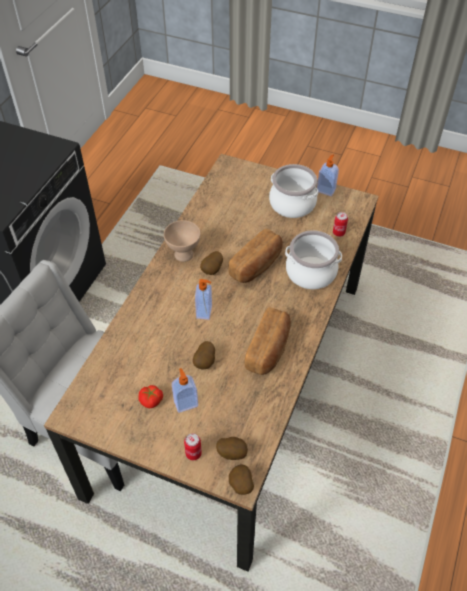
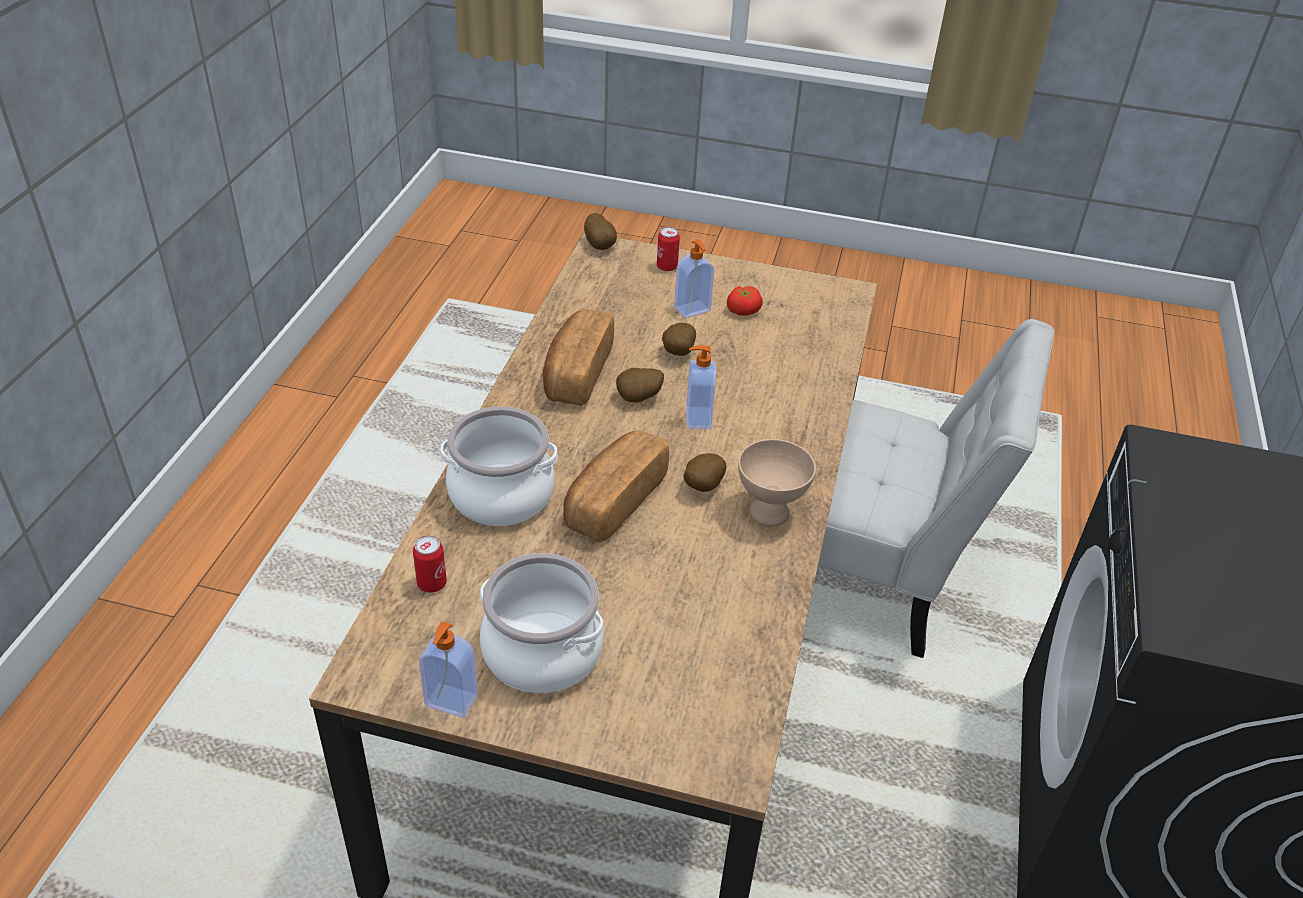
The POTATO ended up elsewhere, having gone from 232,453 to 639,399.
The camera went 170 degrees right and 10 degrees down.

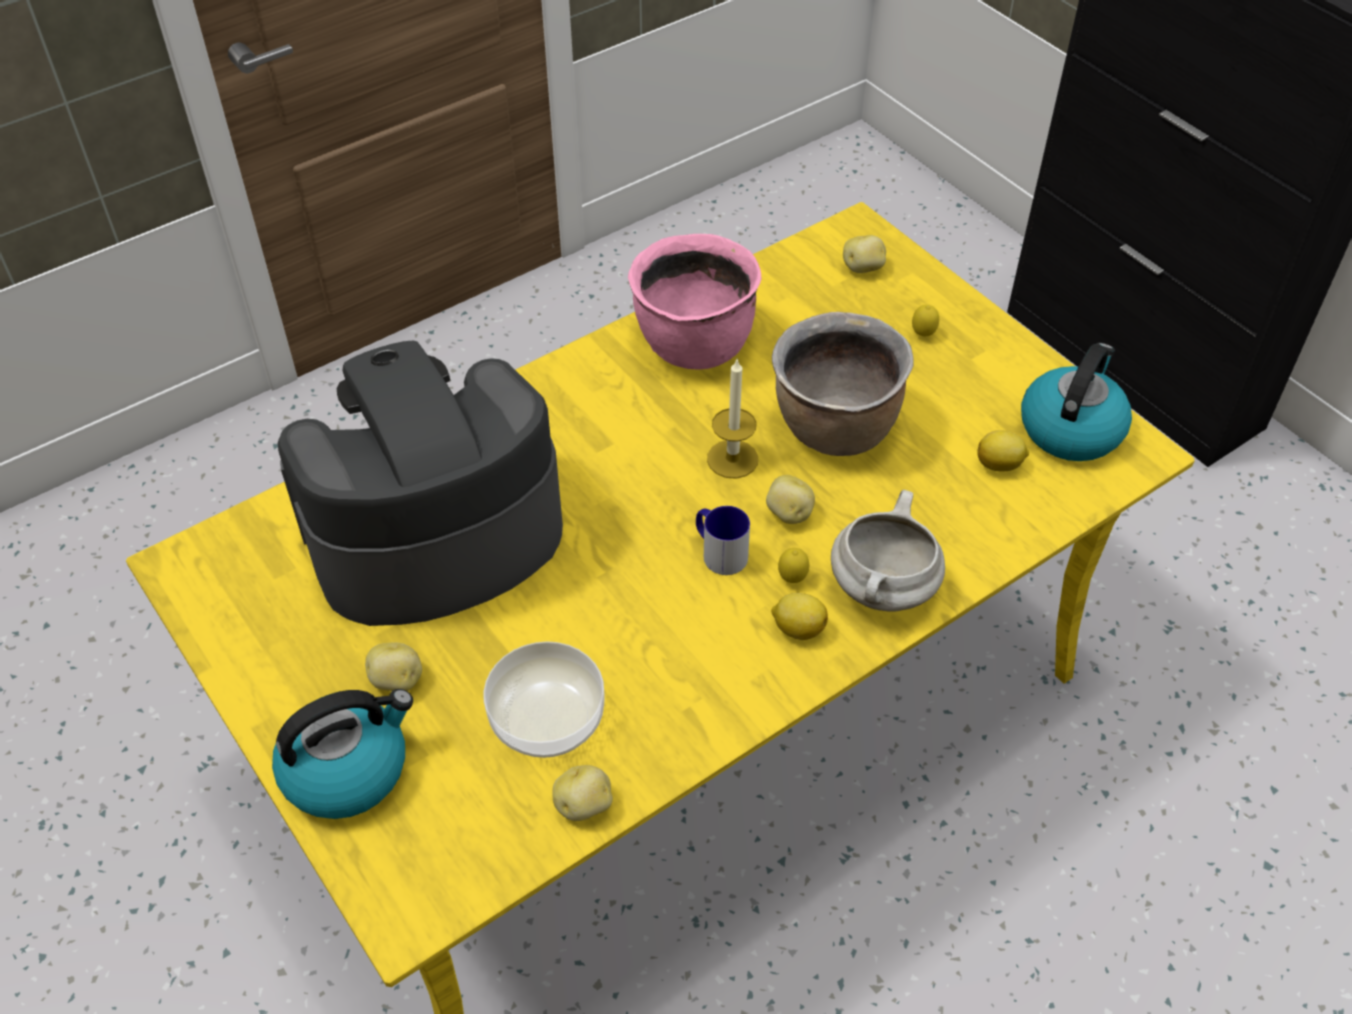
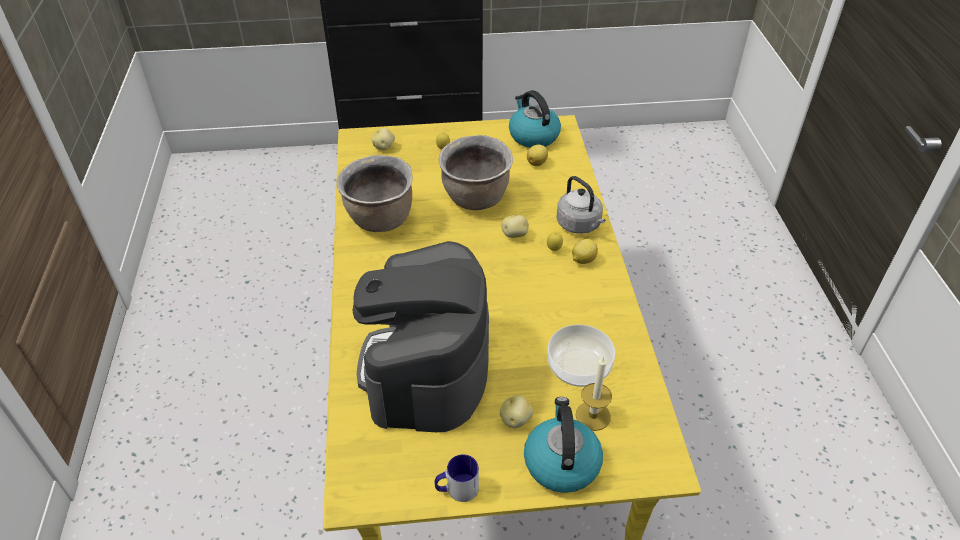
What was the PINK-COLOURED SAUCEPOT at 693,345 turned into the BROWNISH SAUCEPOT at 380,220.
The MUG ended up elsewhere, having gone from 719,552 to 456,489.
Where the WHITISH SAUCEPOT stood at 884,589, the GRAY KETTLE came to stand at 580,225.
The WAX LIGHT ended up elsewhere, having gone from 732,459 to 593,415.
The second view lost the POTATO at 585,805.
The camera went 60 degrees left and 5 degrees down.

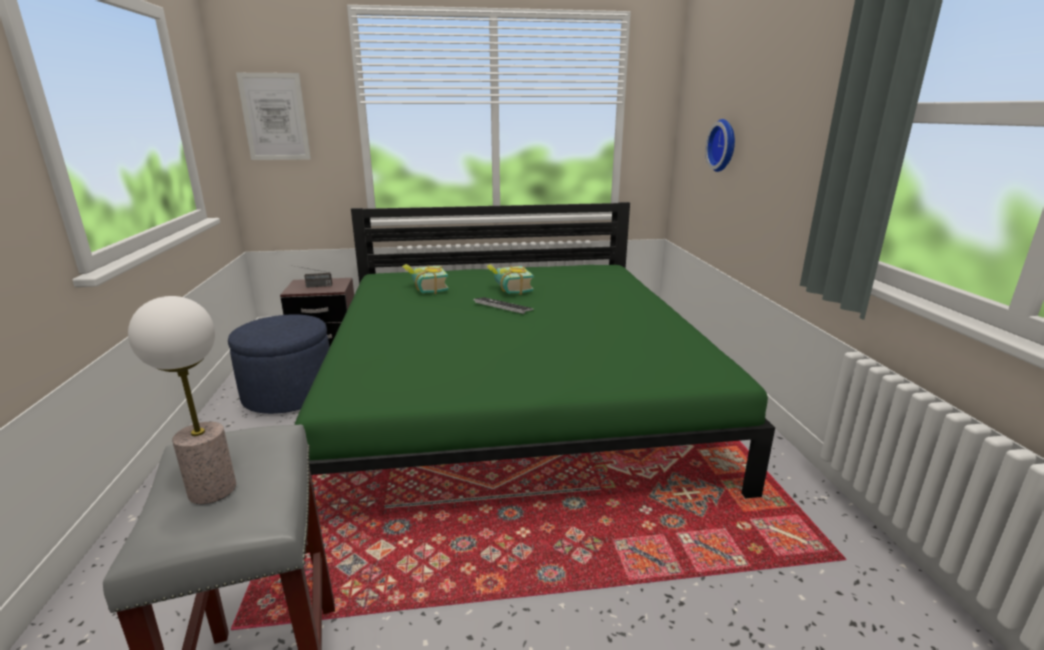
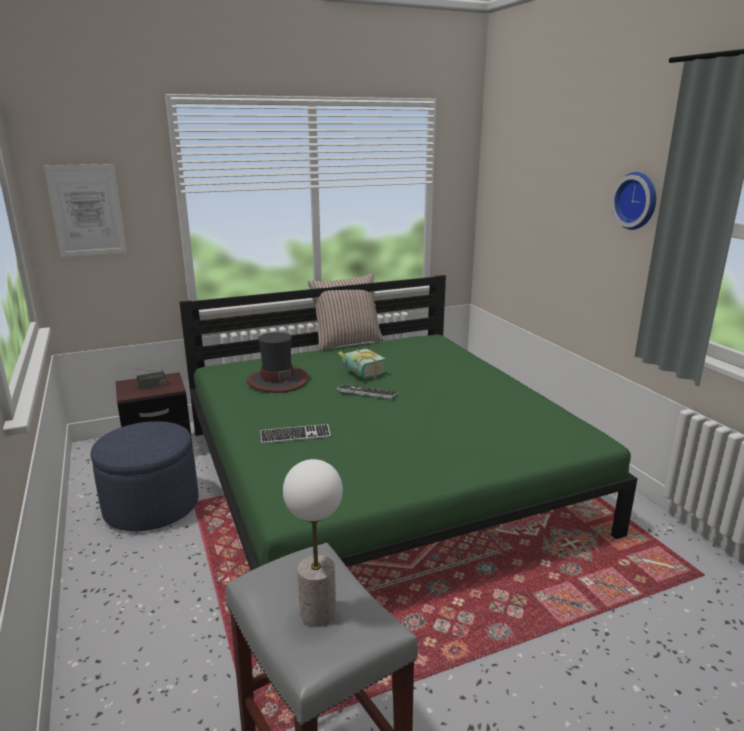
Where the VOLUME stood at 425,289, the HAT came to stand at 277,381.
The second view gained the COMPUTER KEYBOARD at 295,435.
The second view gained the PILLOW at 347,342.
The CLOCK ON THE WALL ended up elsewhere, having gone from 724,145 to 637,200.
The camera went 15 degrees left and 0 degrees up.

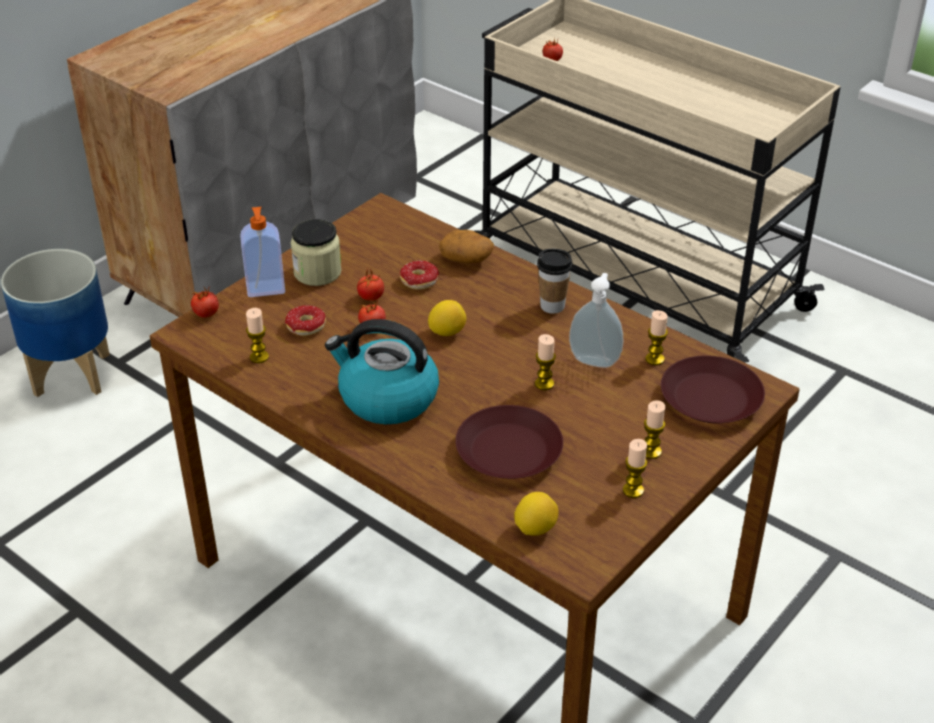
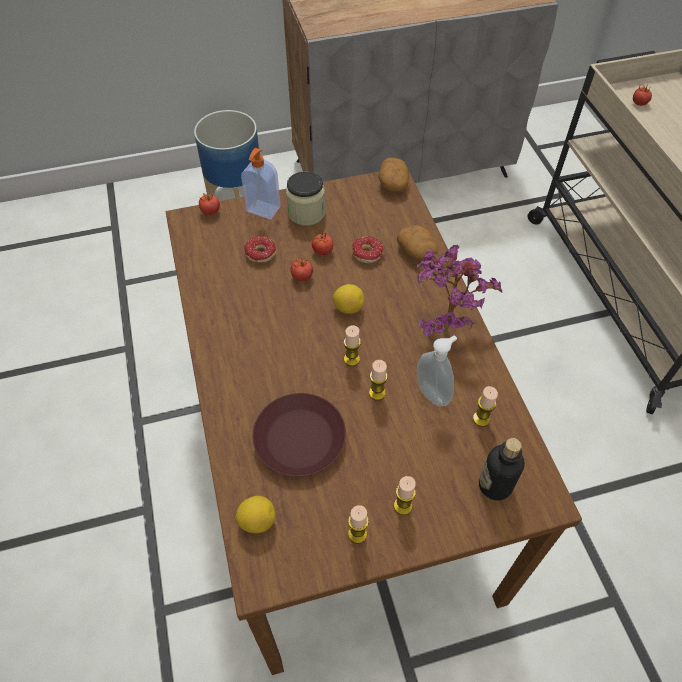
The WAX LIGHT ended up elsewhere, having gone from 259,357 to 351,359.
The second view gained the POTATO at 392,183.
Where the DRINKING CUP stood at 552,306, the PLANT IN A POT came to stand at 443,325.
Where the BROWNISH FLAT DISH stood at 711,399, the BEVERAGE BOTTLE came to stand at 495,485.
The second view lost the KETTLE at 386,398.
The camera went 35 degrees right and 15 degrees up.

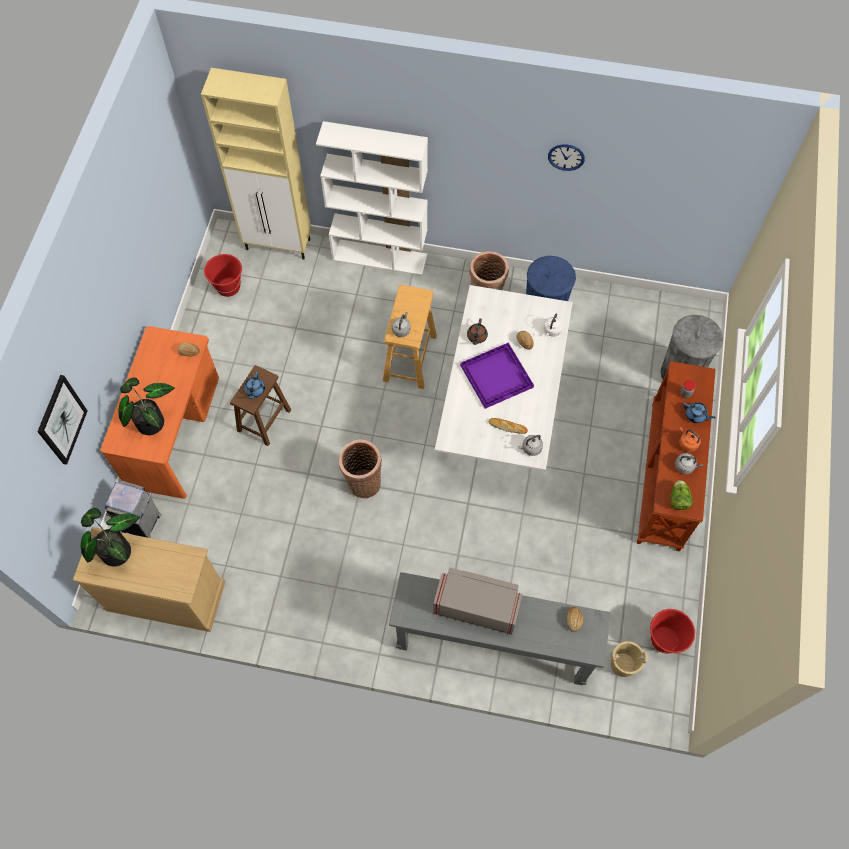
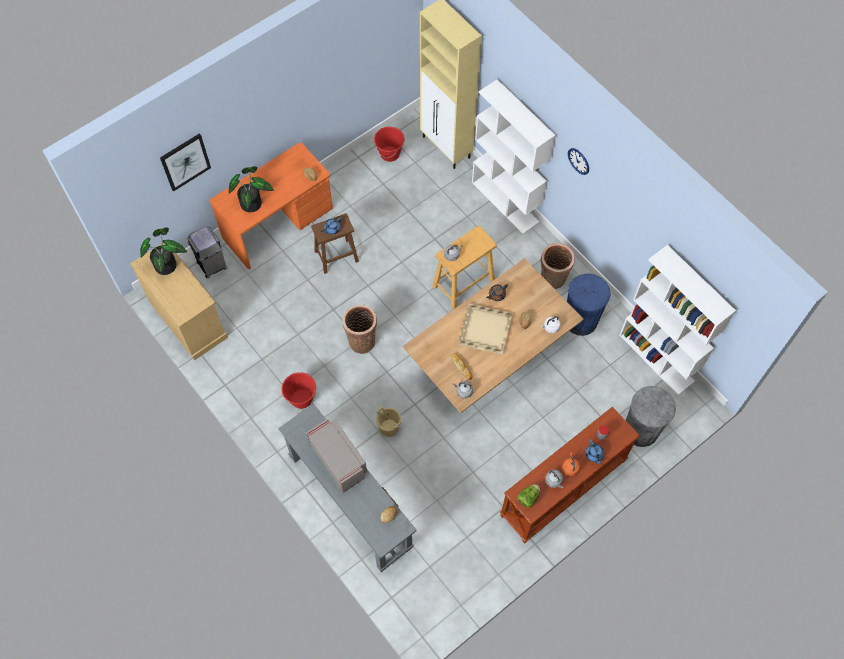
The RED-COLOURED WATER BUCKET ended up elsewhere, having gone from 664,640 to 301,399.
The BEIGE-COLOURED WATER BUCKET ended up elsewhere, having gone from 623,664 to 389,427.
What was the WHITISH DINNER TABLE at 500,413 turned into the BROWNISH DINNER TABLE at 489,363.
What was the PURPLISH SERVING TRAY at 496,375 turned into the BEIGE-COLOURED SERVING TRAY at 486,329.
The CLOCK ON THE WALL ended up elsewhere, having gone from 566,157 to 578,161.
The second view gained the WHITISH BOOKCASE at 657,358.
The camera went 40 degrees right and 0 degrees up.

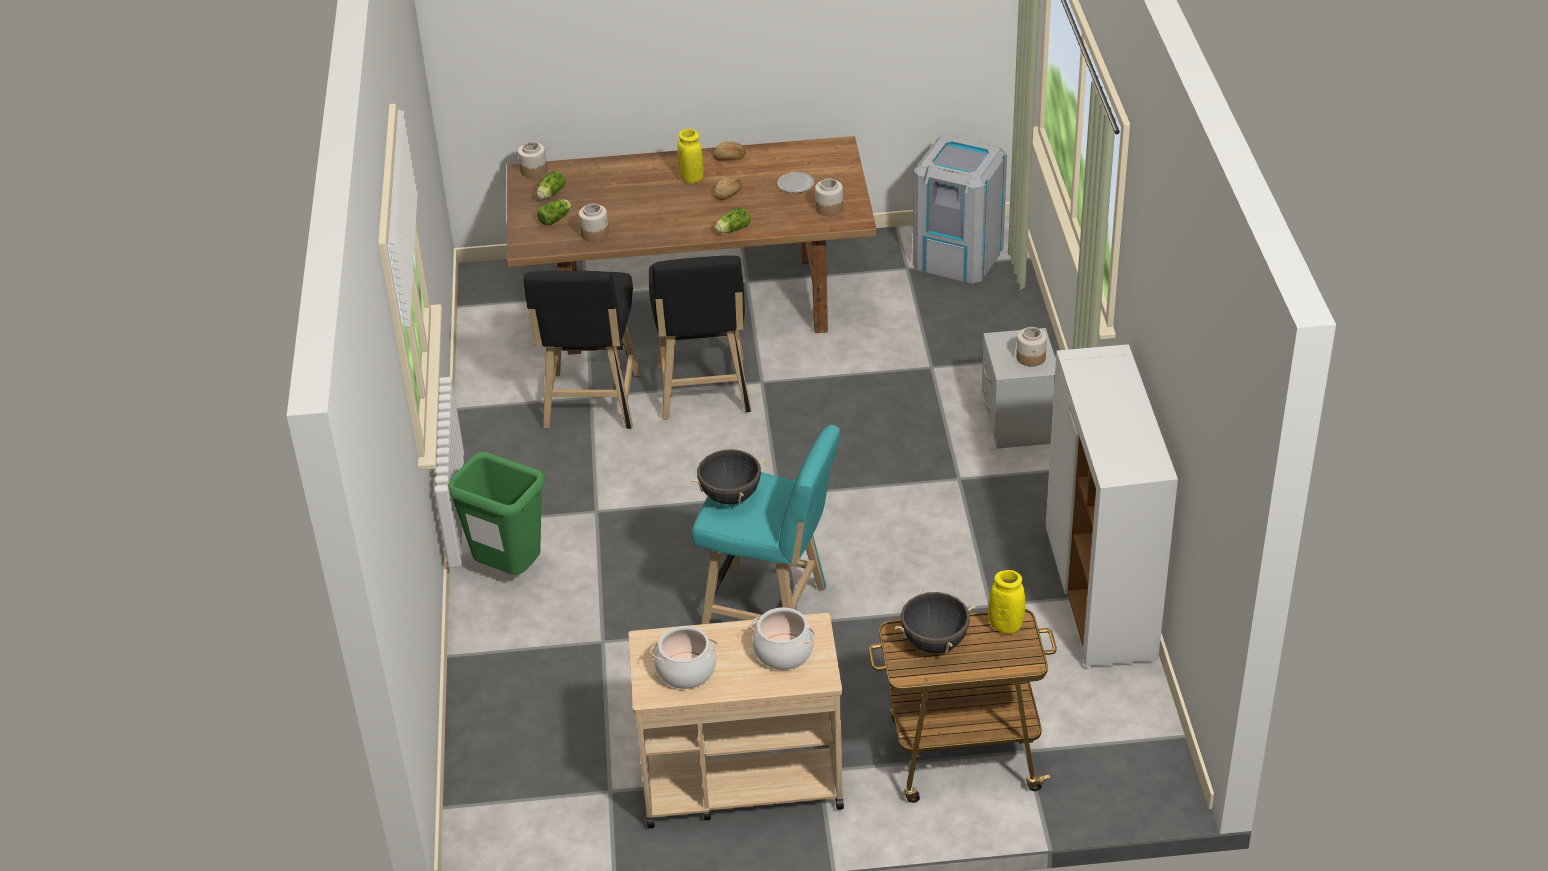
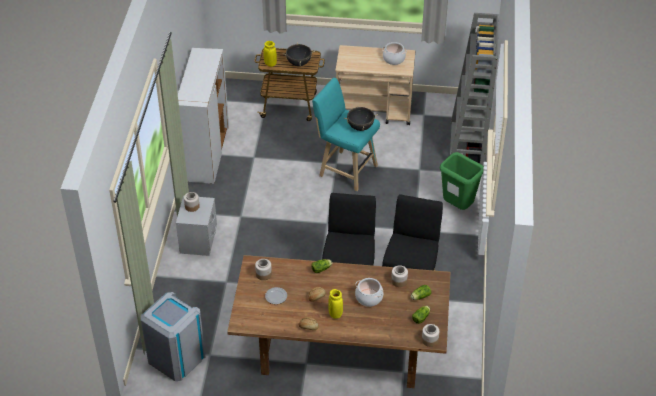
The SAUCEPOT ended up elsewhere, having gone from 783,652 to 369,297.
The second view gained the GRAY BOOKCASE at 467,145.
The camera went 170 degrees left and 5 degrees up.

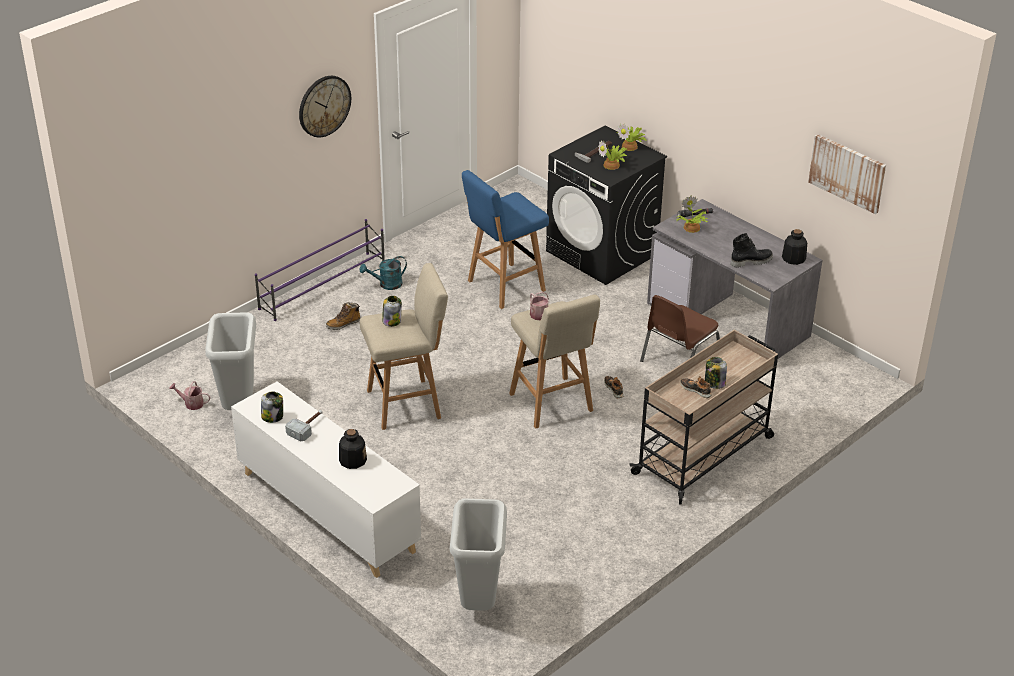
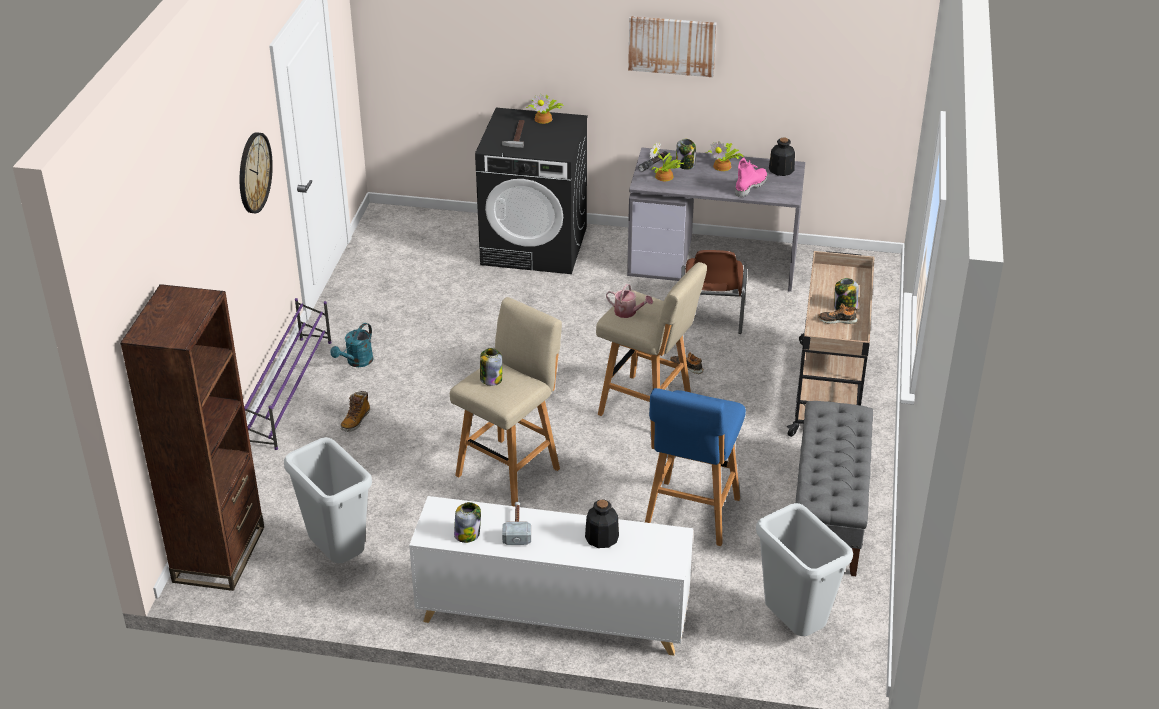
The second view gained the BROWNISH BOOKCASE at 219,554.
The PICTURE ended up elsewhere, having gone from 847,173 to 672,45.
The BLUISH SITTING STOOL ended up elsewhere, having gone from 504,287 to 691,515.
The second view gained the JAR at 685,164.
The PLANT IN A POT ended up elsewhere, having gone from 612,165 to 723,166.
What was the BLACK-COLOURED BOOT at 751,261 turned into the PINK-COLOURED BOOT at 750,186.
The second view gained the GRAY BENCH at 828,514.
The second view lost the WATERING POT at 191,403.
The camera went 35 degrees left and 0 degrees up.

